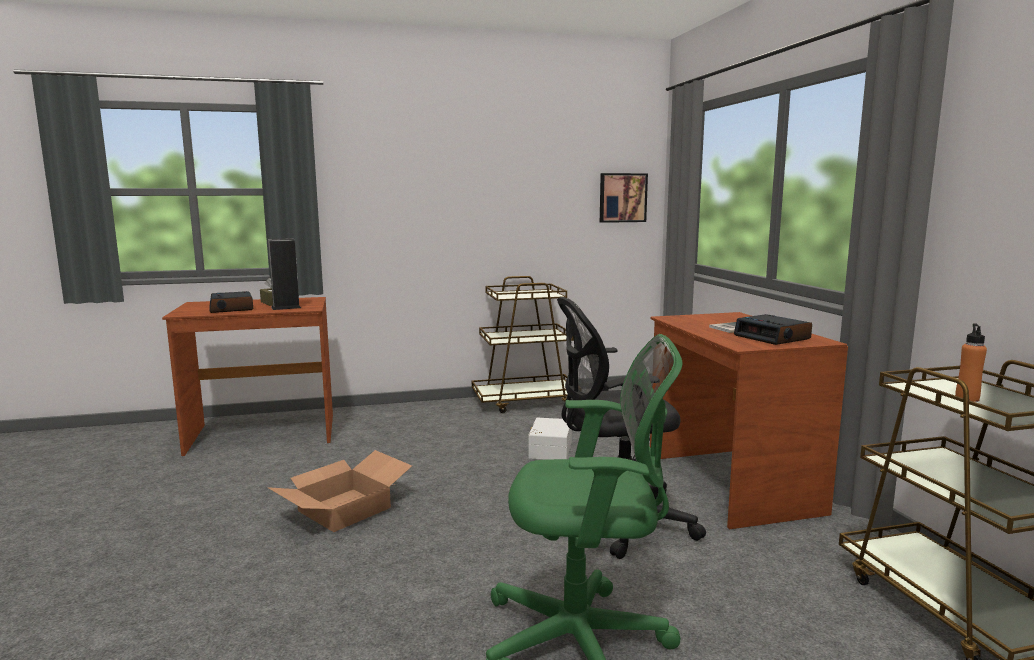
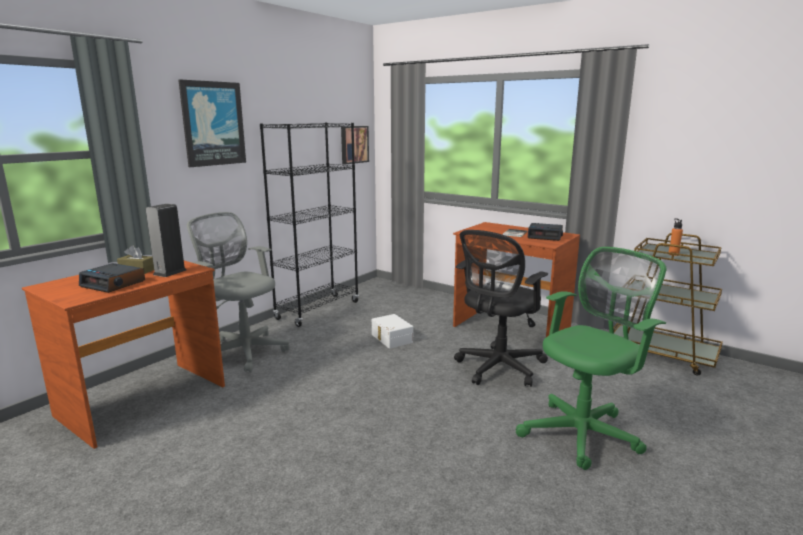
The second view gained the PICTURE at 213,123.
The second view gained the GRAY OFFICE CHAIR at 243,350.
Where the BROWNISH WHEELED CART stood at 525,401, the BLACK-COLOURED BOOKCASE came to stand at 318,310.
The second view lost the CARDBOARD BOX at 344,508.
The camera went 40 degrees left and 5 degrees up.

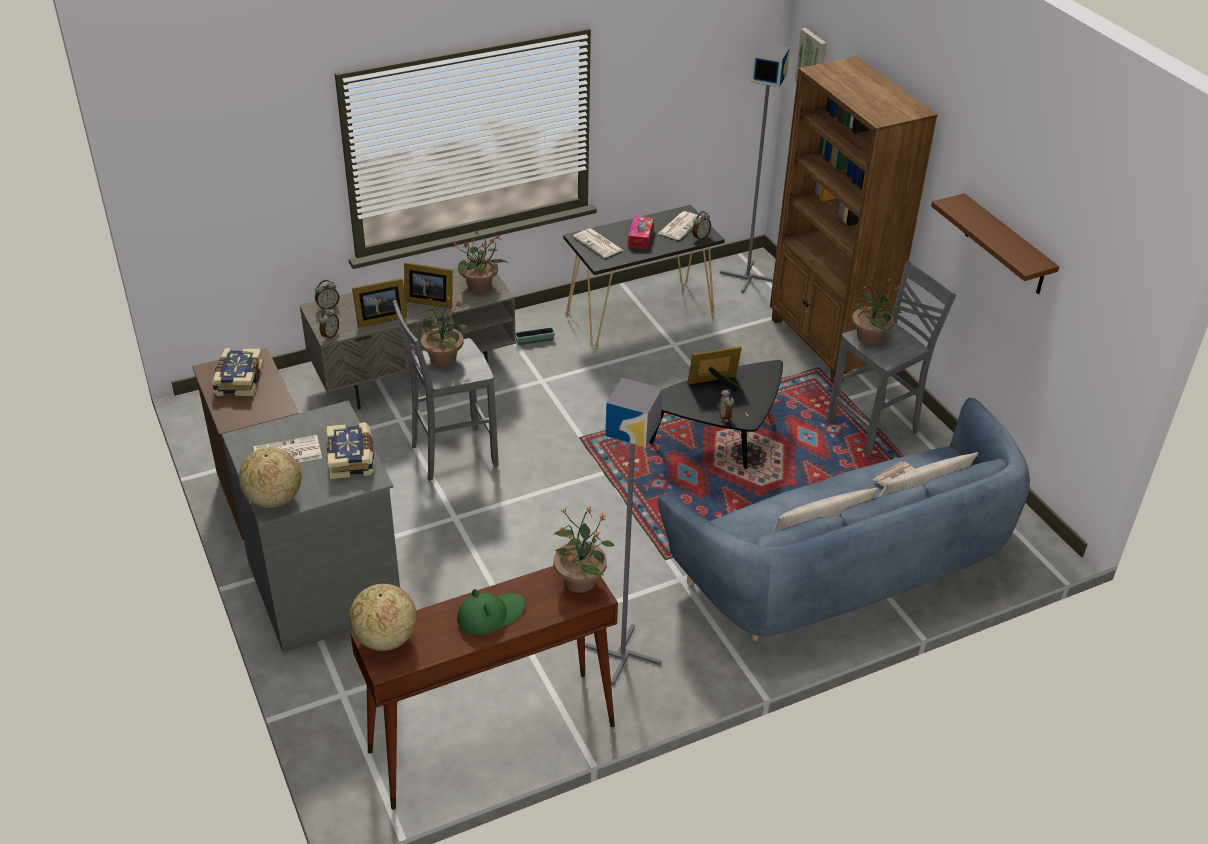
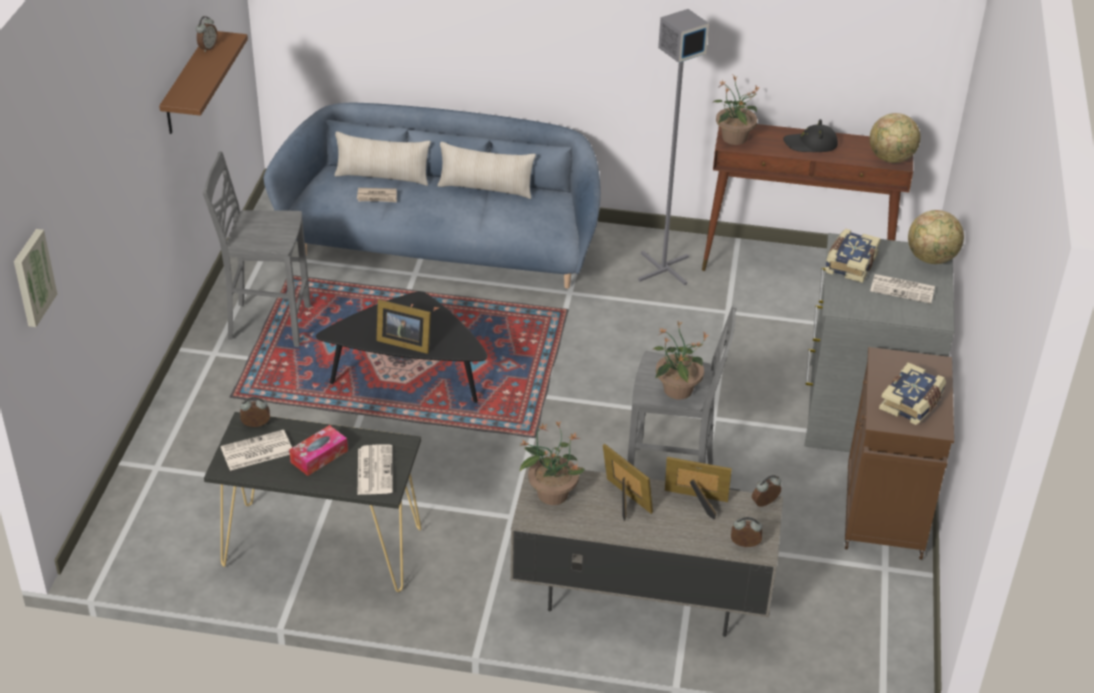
The ALARM CLOCK ended up elsewhere, having gone from 725,416 to 207,48.
What was the GREEN-COLOURED HAT at 490,615 turned into the BLACK-COLOURED HAT at 810,144.
The second view lost the FLOWER POT at 535,340.
The second view lost the GRAY STANDING LAMP at 747,276.
The second view lost the BROWNISH BOOKCASE at 826,345.
The second view lost the PLANT IN A POT at 870,337.
The camera went 145 degrees left and 0 degrees up.

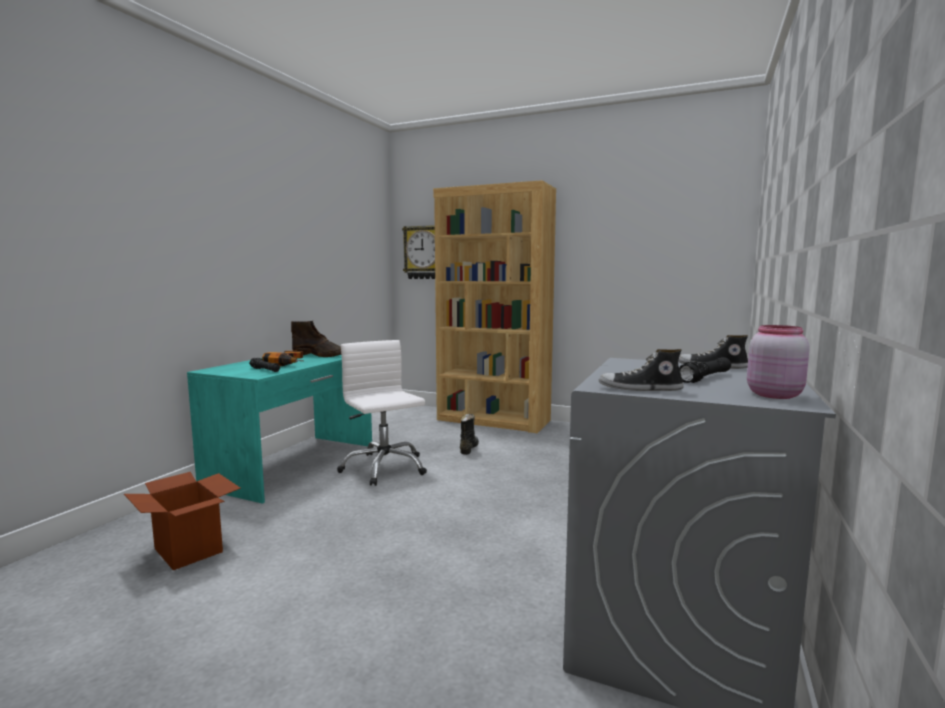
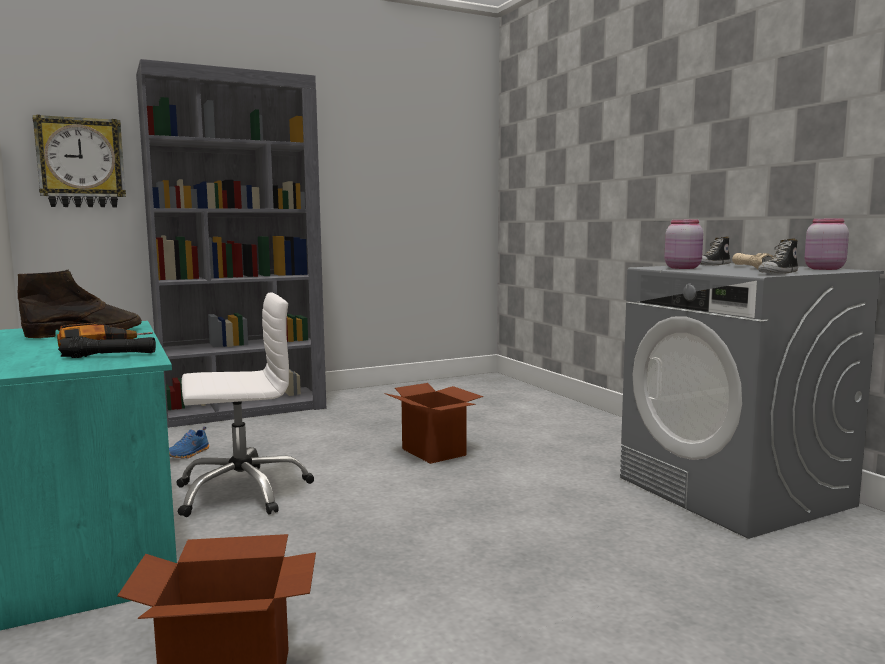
What was the BROWNISH BOOKCASE at 493,420 turned into the GRAY BOOKCASE at 244,409.
The second view gained the BLUISH ITEM OF FOOTWEAR at 189,454.
The WHITISH OFFICE CHAIR at 384,468 ended up facing another way, 150 degrees clockwise from before.
The second view gained the CARDBOARD BOX at 434,452.
The second view gained the PINK-COLOURED JAR at 683,268.
What was the BLACK-COLOURED FLASHLIGHT at 705,378 turned into the BEIGE-COLOURED FLASHLIGHT at 751,268.
The second view lost the BLACK-COLOURED BOOT at 468,448.
The camera went 50 degrees left and 0 degrees up.

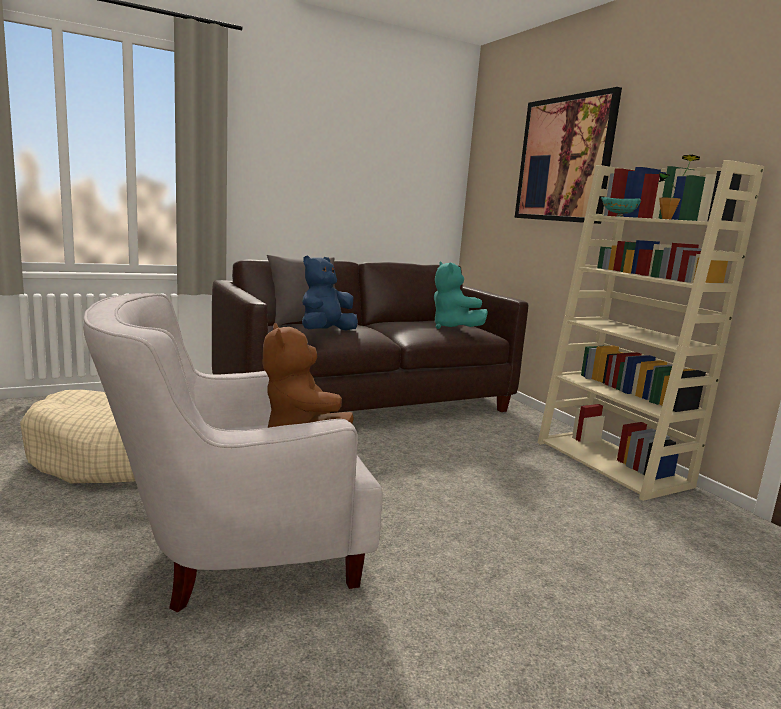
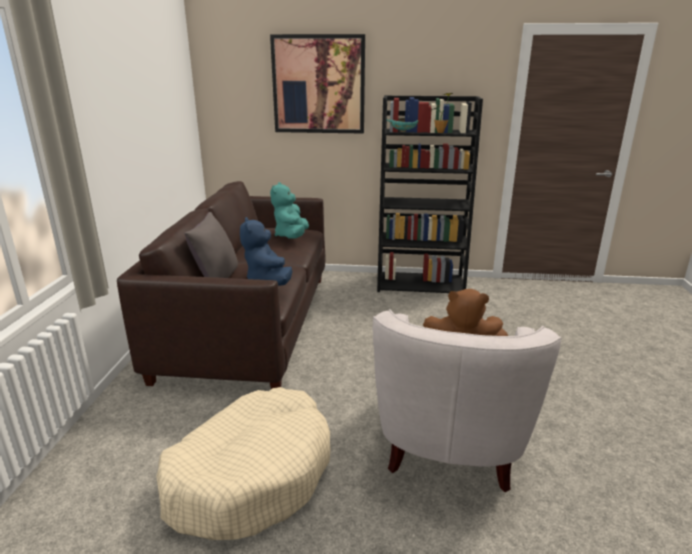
The TURQUOISE PLUSH TOY at 452,328 ended up facing another way, 90 degrees clockwise from before.
What was the BEIGE-COLOURED BOOKCASE at 613,464 turned into the BLACK-COLOURED BOOKCASE at 421,284.
The camera went 55 degrees left and 10 degrees up.

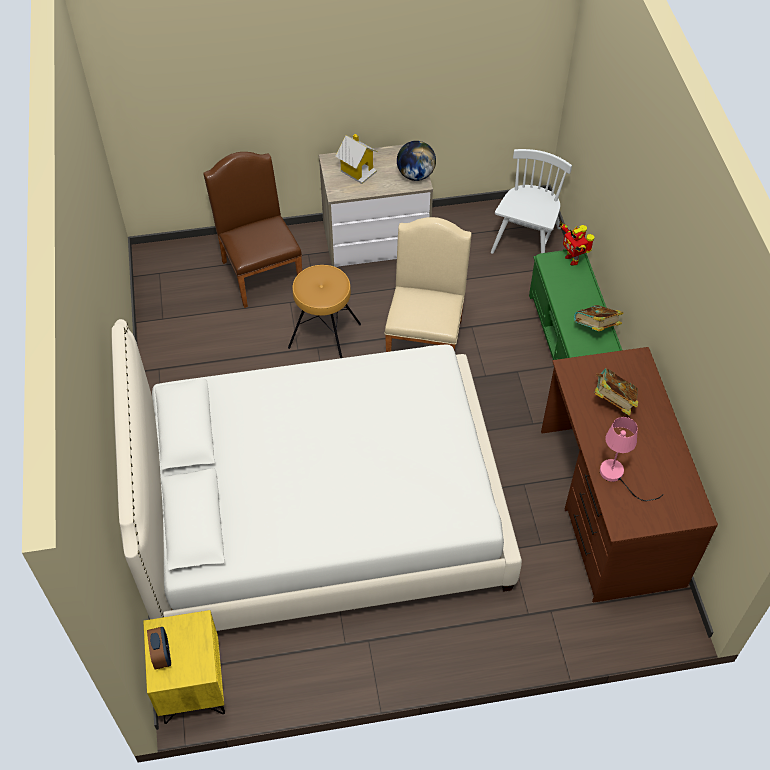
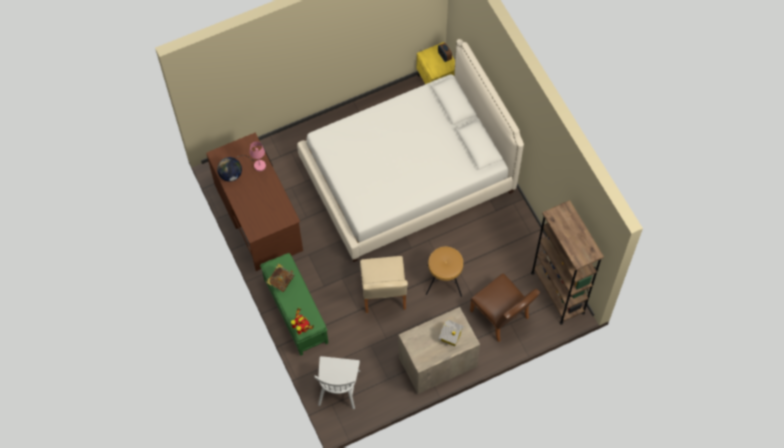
The WORLD GLOBE ended up elsewhere, having gone from 415,175 to 231,175.
The second view gained the BROWNISH BOOKCASE at 557,292.
The second view lost the VOLUME at 613,401.
The camera went 165 degrees right and 10 degrees up.

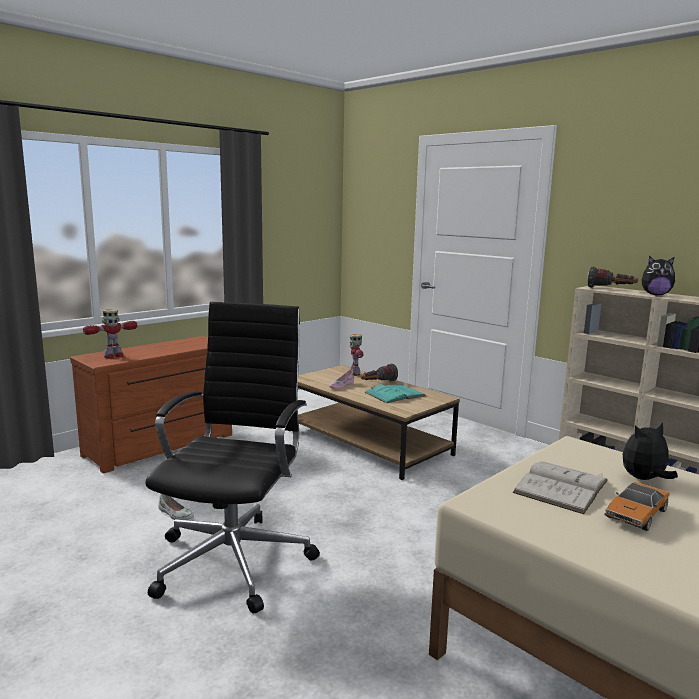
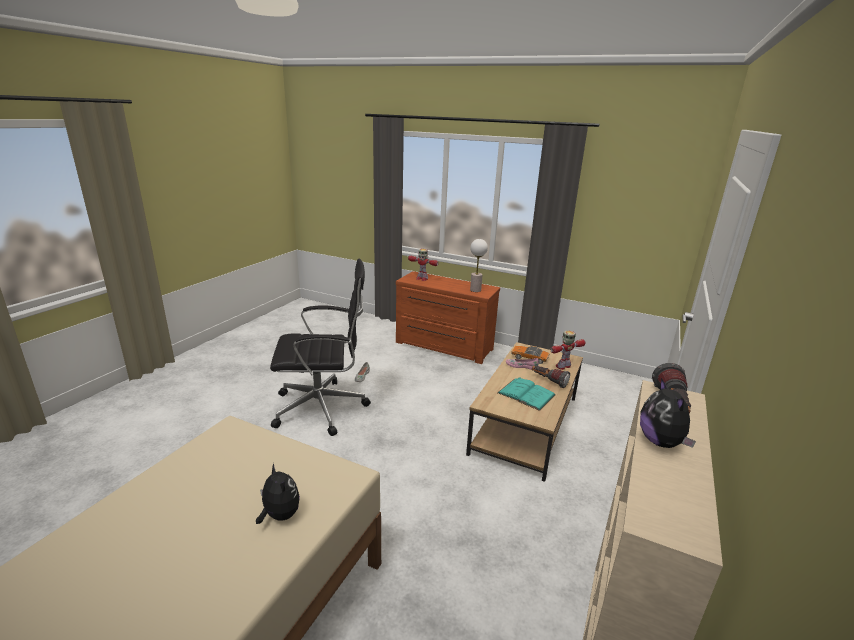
The second view gained the TABLETOP LAMP at 475,290.
The MINIATURE CAR ended up elsewhere, having gone from 636,514 to 529,358.
The second view lost the WHITISH VOLUME at 561,486.
The camera went 70 degrees right and 10 degrees up.

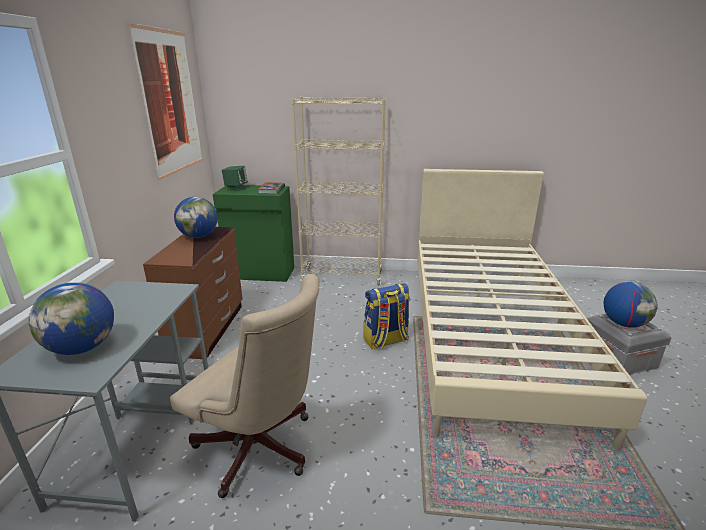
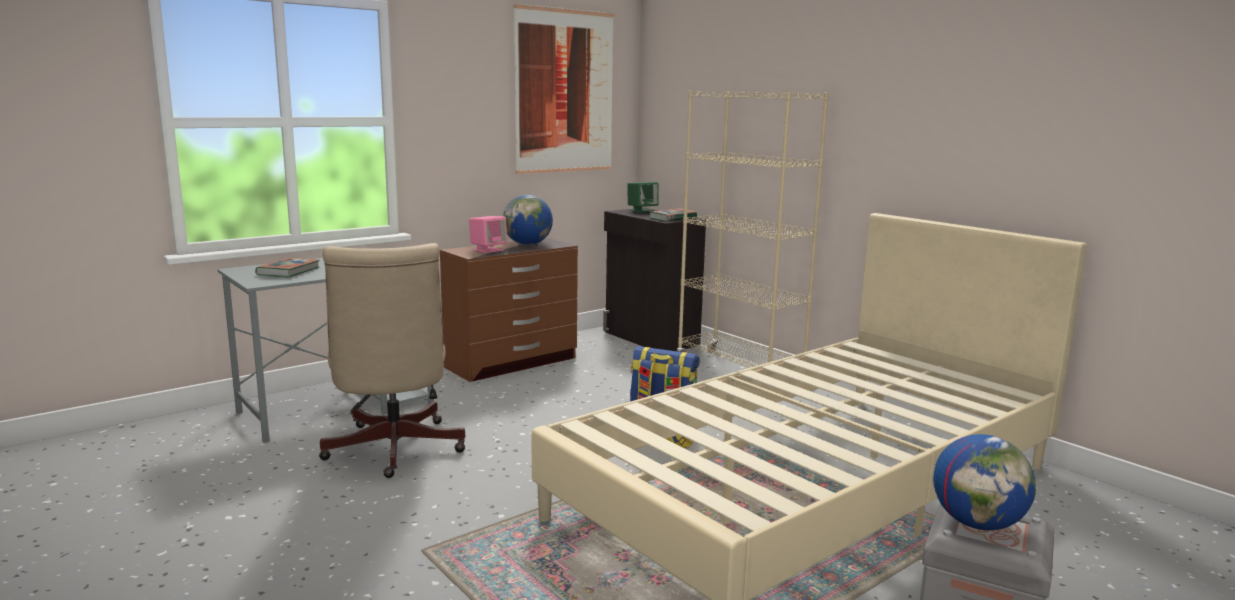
Where the WORLD GLOBE stood at 82,348, the VOLUME came to stand at 288,271.
The second view gained the PINK-COLOURED LOUDSPEAKER at 488,250.
What was the GREEN-COLOURED CUPBOARD at 260,273 turned into the BLACK-COLOURED CUPBOARD at 650,339.
The camera went 45 degrees right and 10 degrees down.

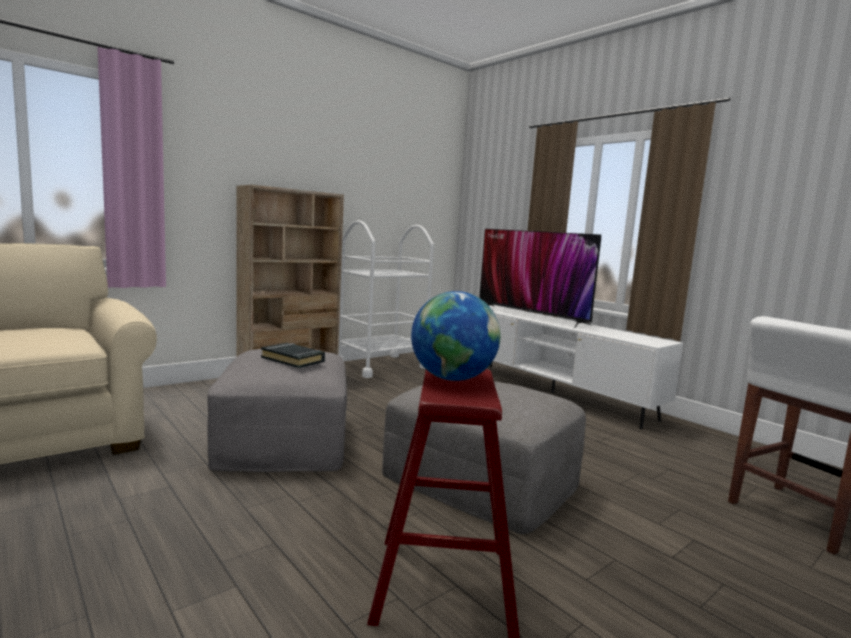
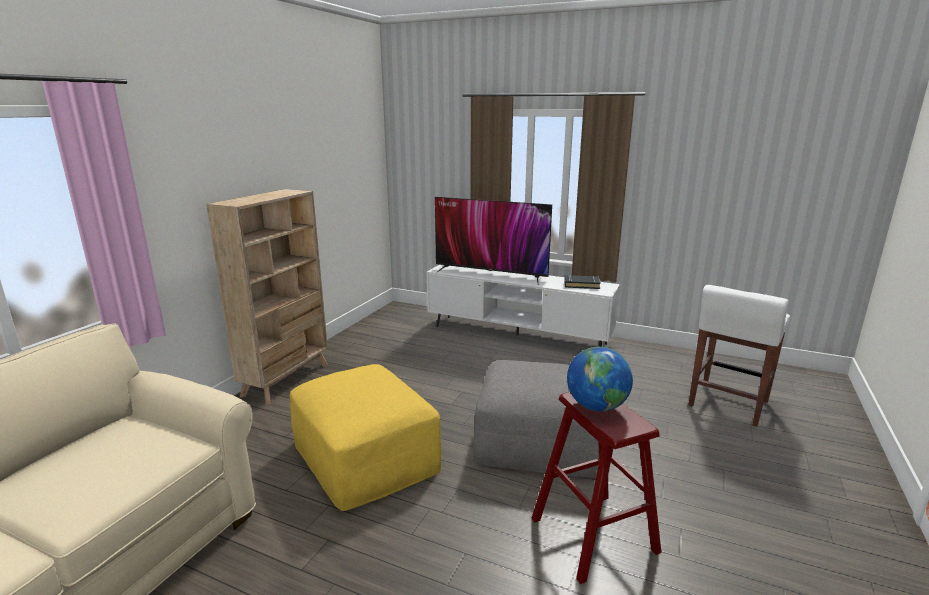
What was the GRAY OTTOMAN at 283,438 turned into the YELLOWISH OTTOMAN at 364,456.
The BLACK-COLOURED VOLUME ended up elsewhere, having gone from 293,359 to 581,285.
The second view lost the WHITISH WHEELED CART at 381,366.
The camera went 25 degrees left and 10 degrees up.

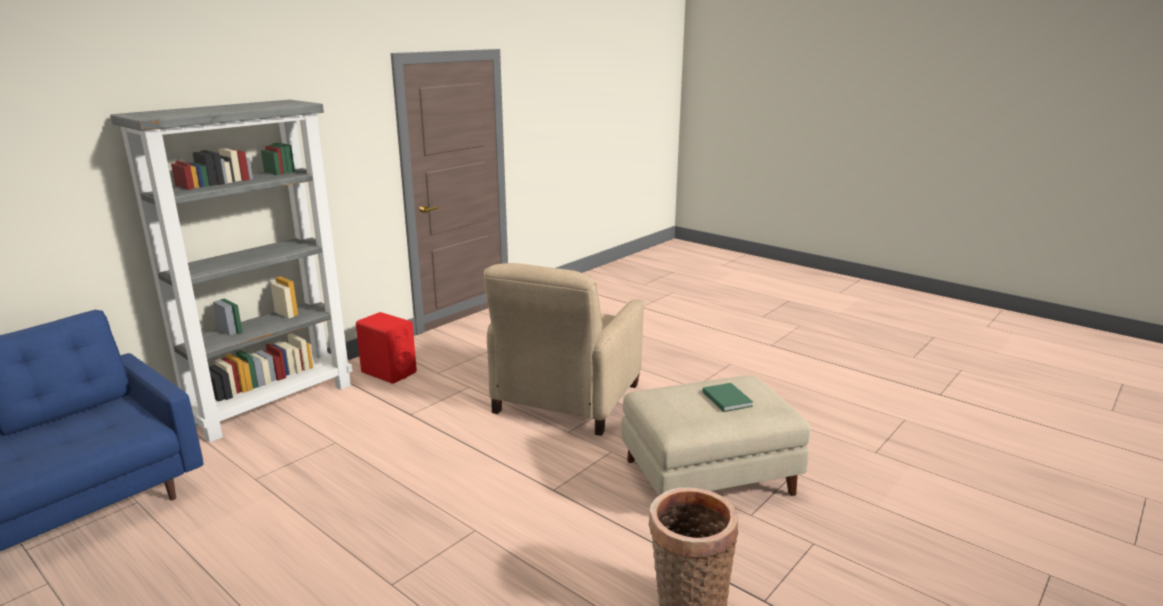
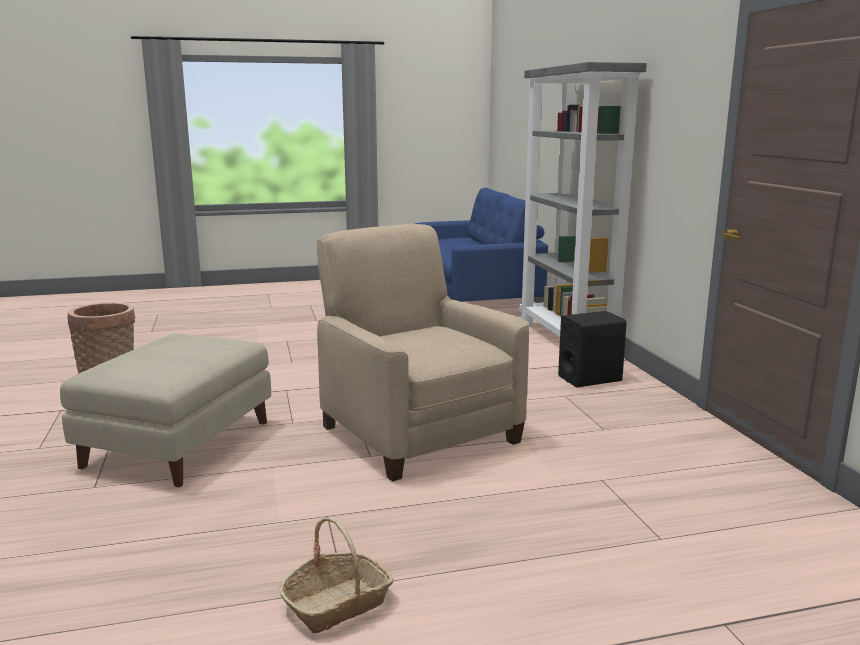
The second view gained the STORAGE BASKET at 337,603.
What was the RED-COLOURED LOUDSPEAKER at 388,372 turned into the BLACK-COLOURED LOUDSPEAKER at 590,378.
The second view lost the GREEN-COLOURED VOLUME at 727,398.
The camera went 125 degrees right and 5 degrees down.

